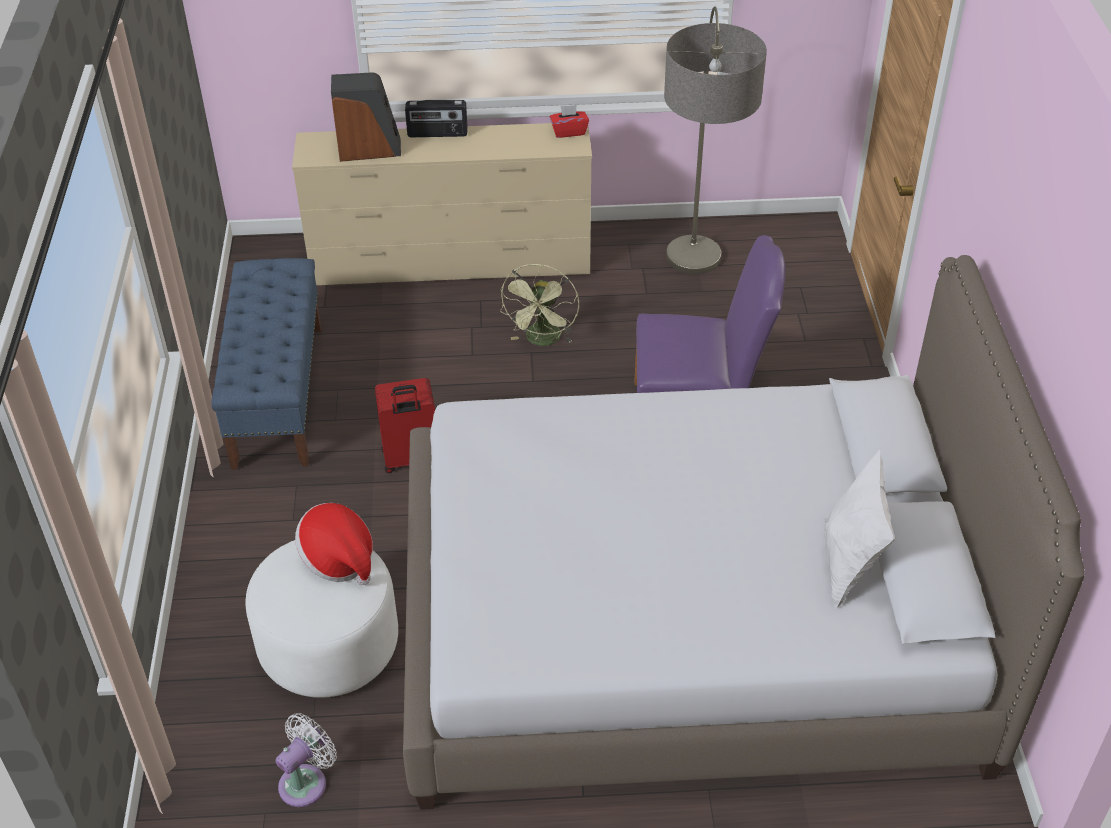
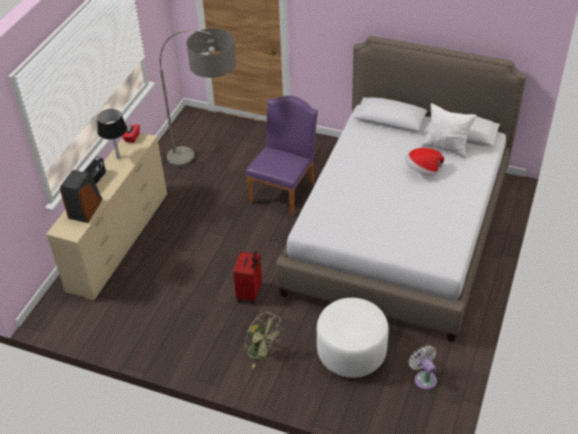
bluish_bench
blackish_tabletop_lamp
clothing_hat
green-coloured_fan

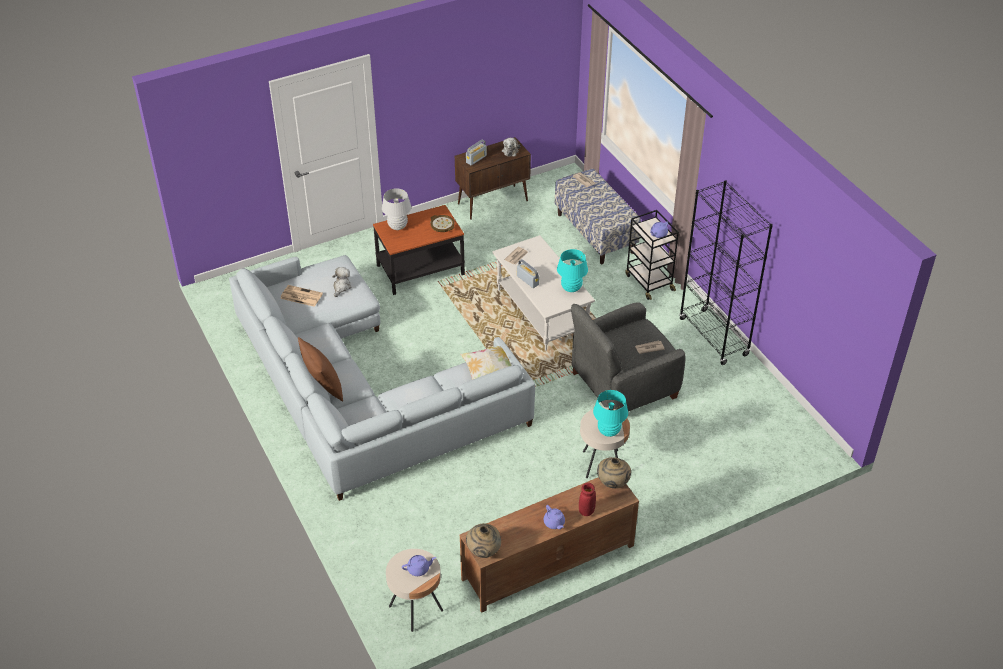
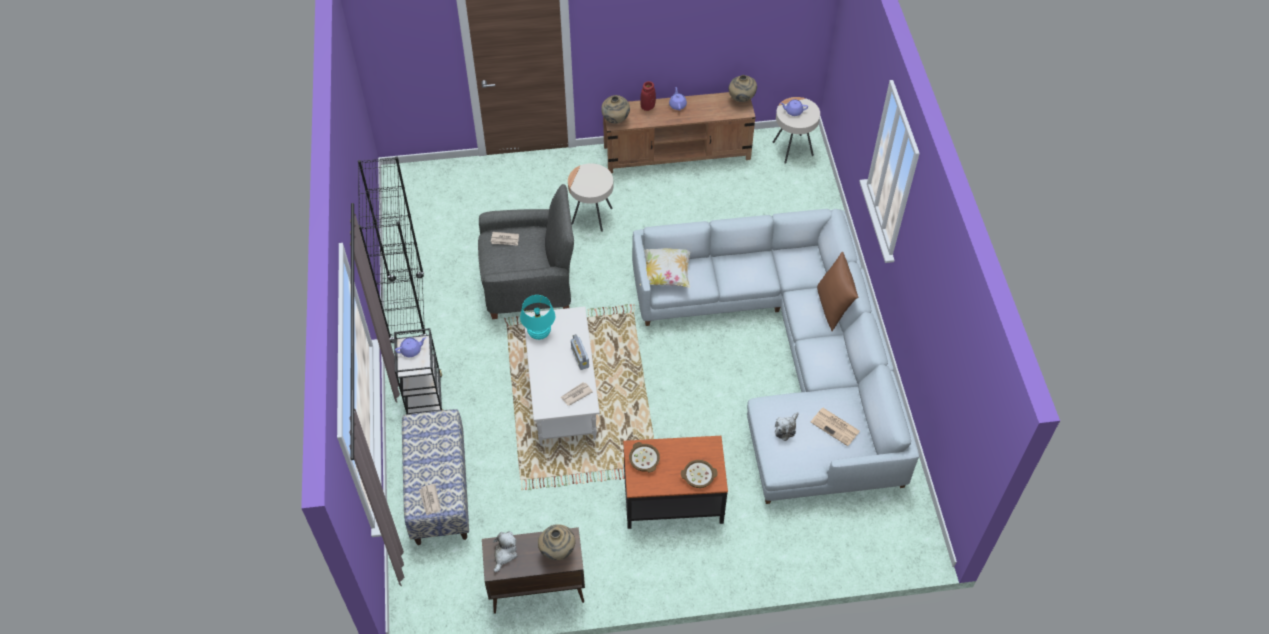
turquoise-coloured_tabletop_lamp (no. 2 from left in the first image)
serving_bowl (no. 2 from left)
sand-coloured_flower_vase (no. 1 from left)

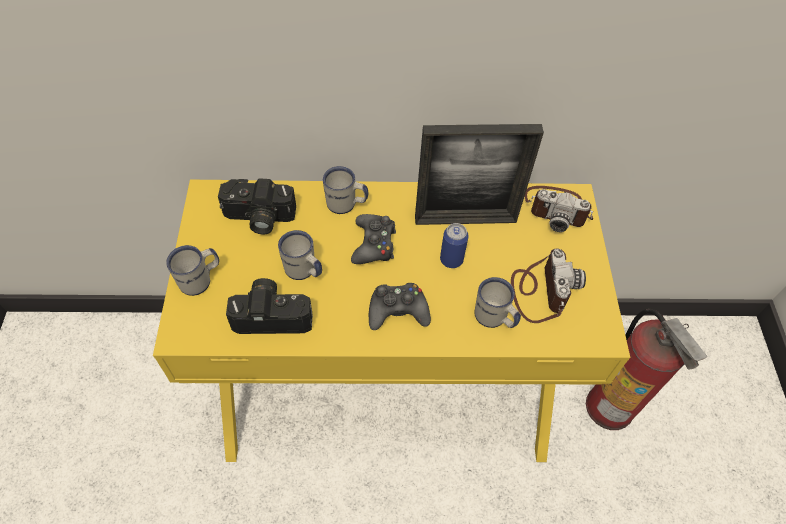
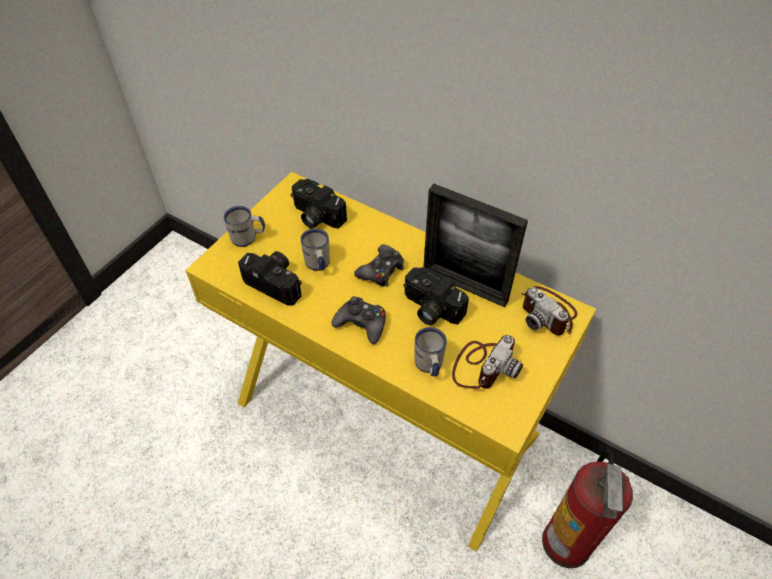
white_coffee_mug (no. 3 from left in the first image)
still_camera (no. 3 from left)

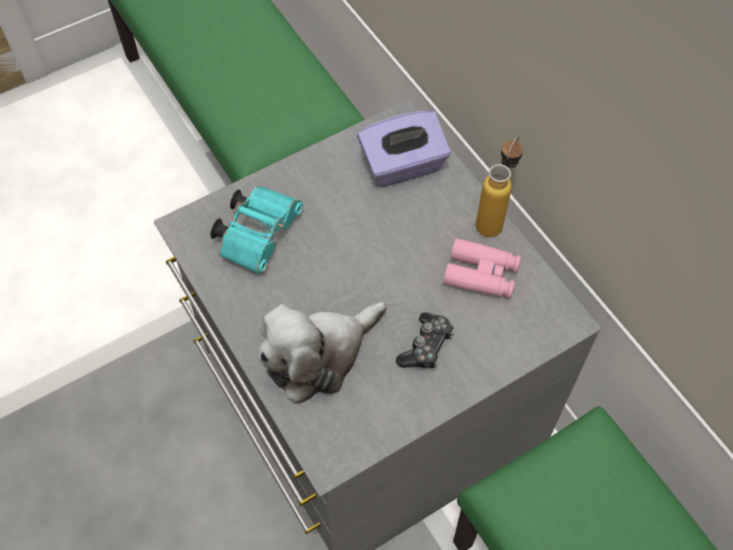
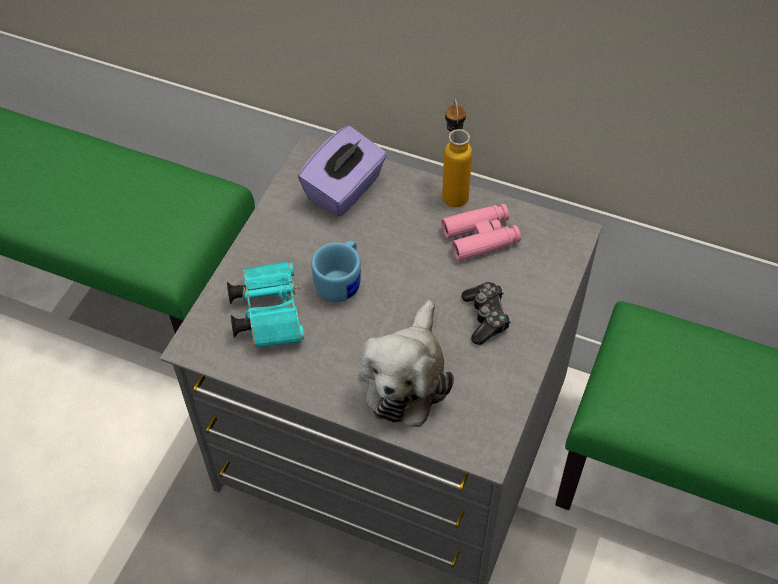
bluish_coffee_mug

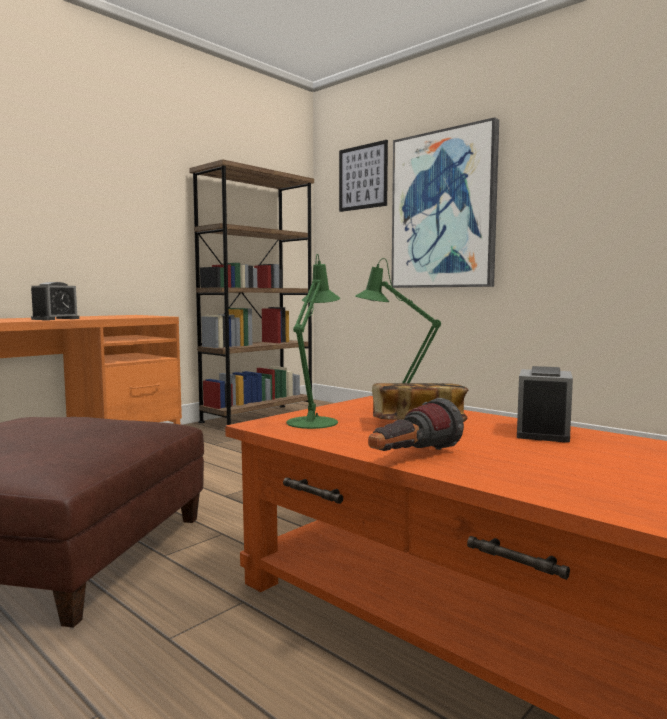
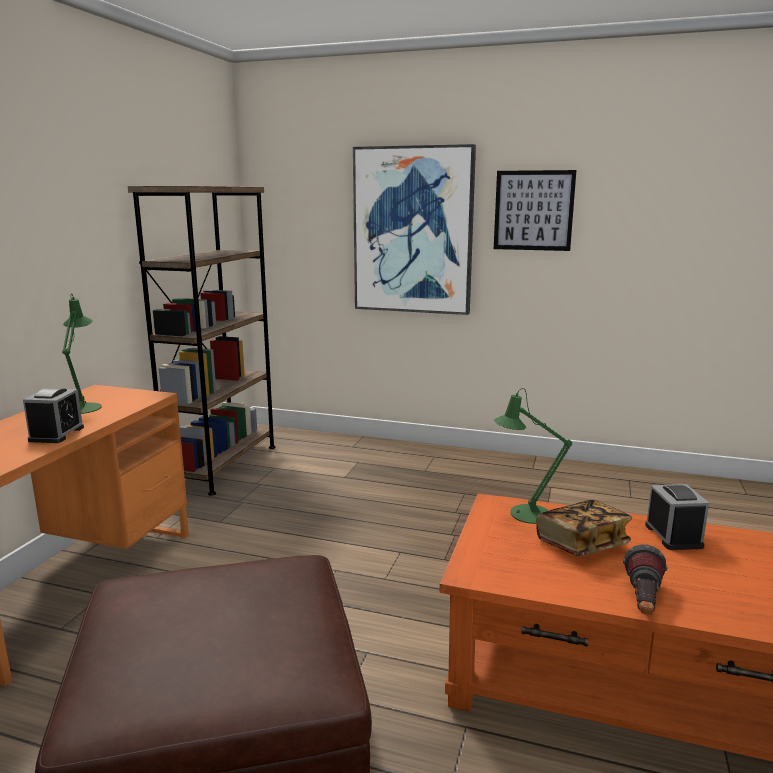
green-coloured_tabletop_lamp (no. 1 from left)
wall_picture (no. 2 from left)

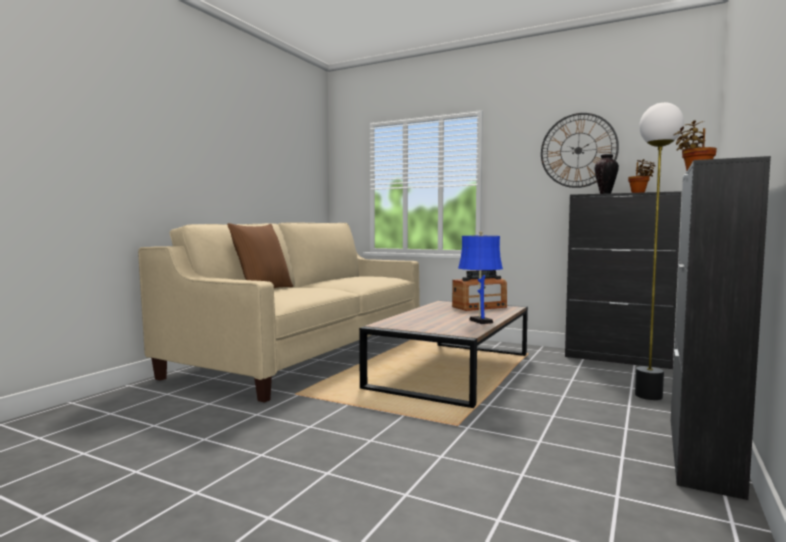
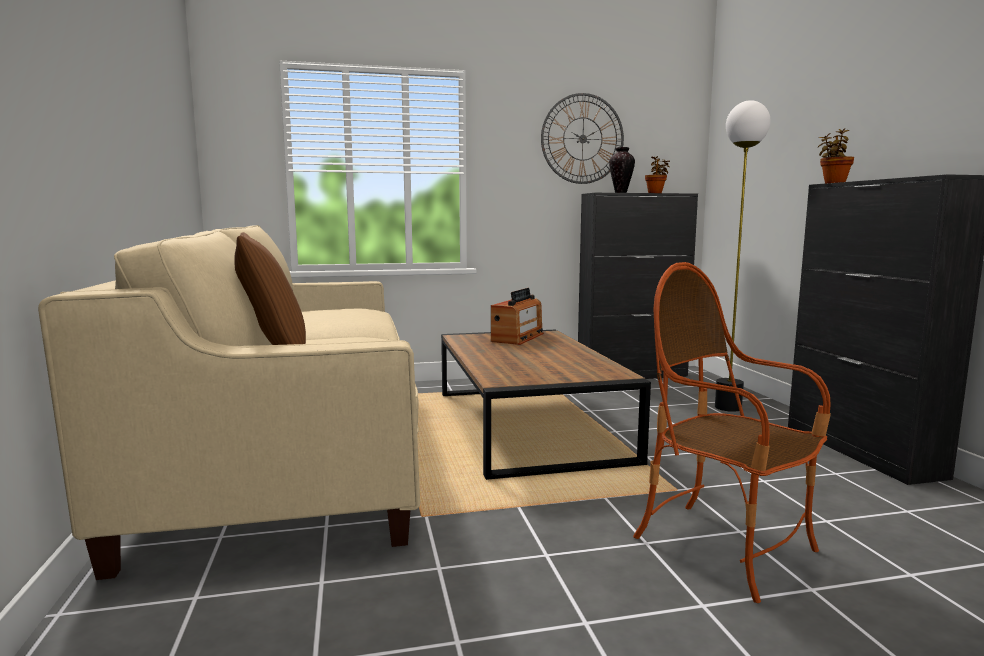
bluish_tabletop_lamp
easy_chair

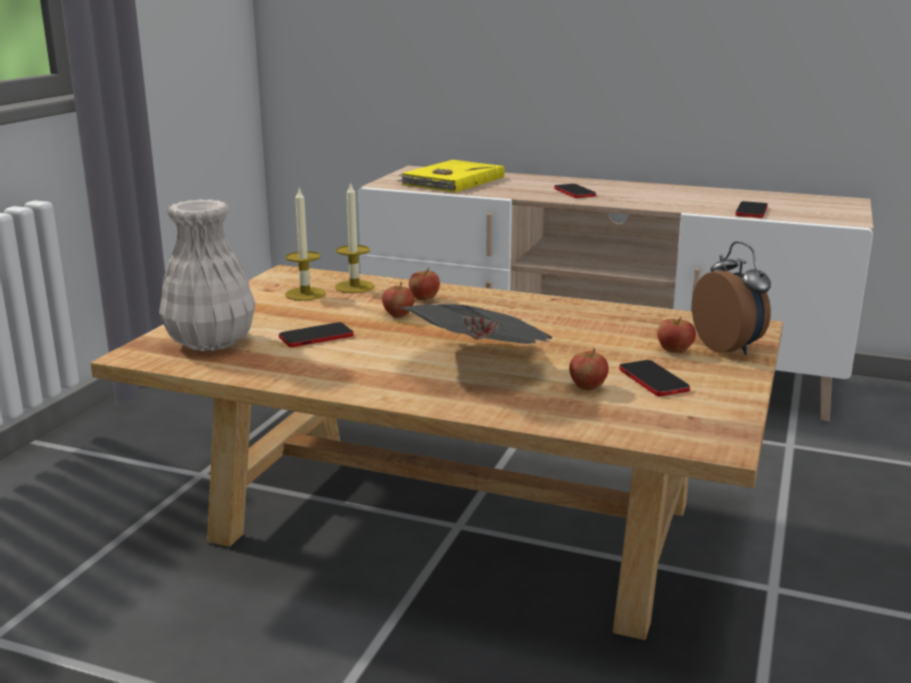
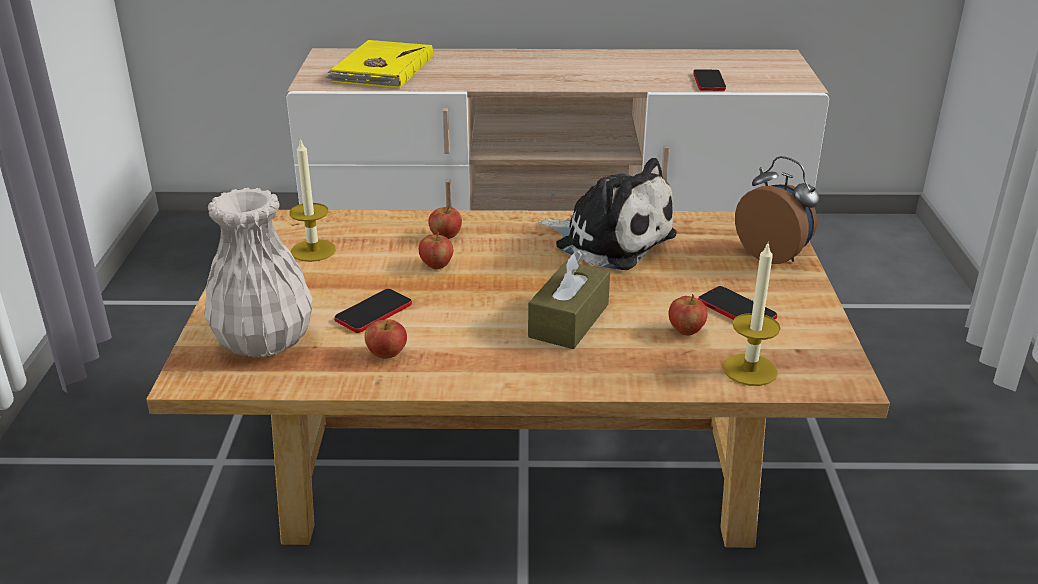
phone (no. 2 from left in the first image)
cuddly_toy
wax_candle (no. 2 from left)
apple_fruit (no. 1 from left)
brownish_box_of_tissues

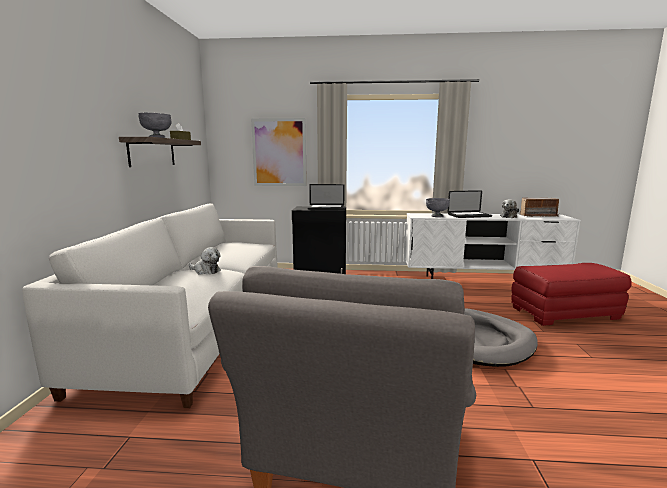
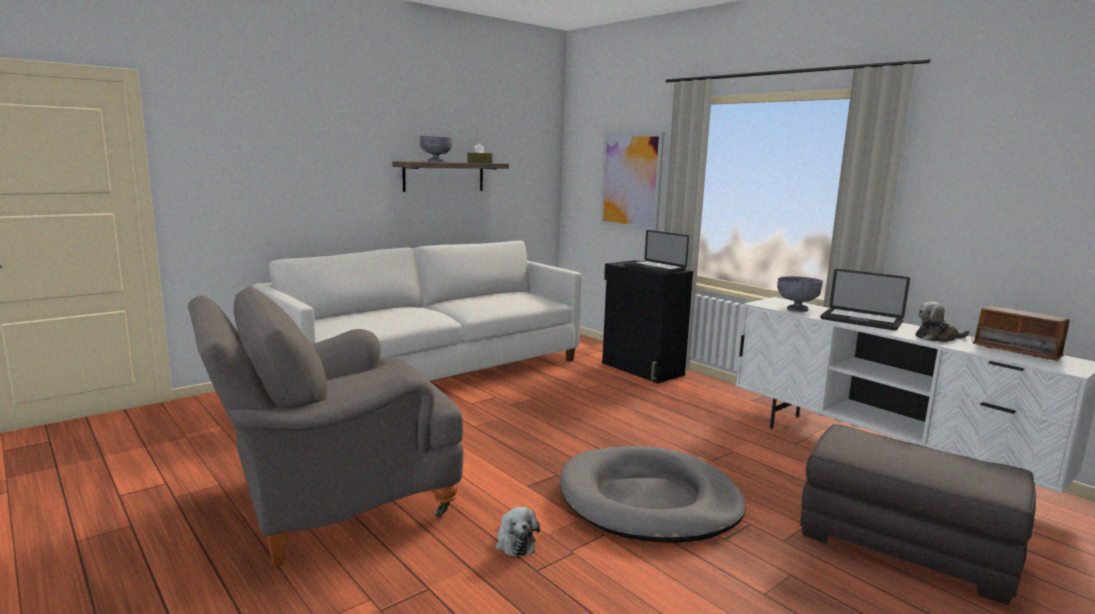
cuddly_toy (no. 1 from left)
greyish_ottoman

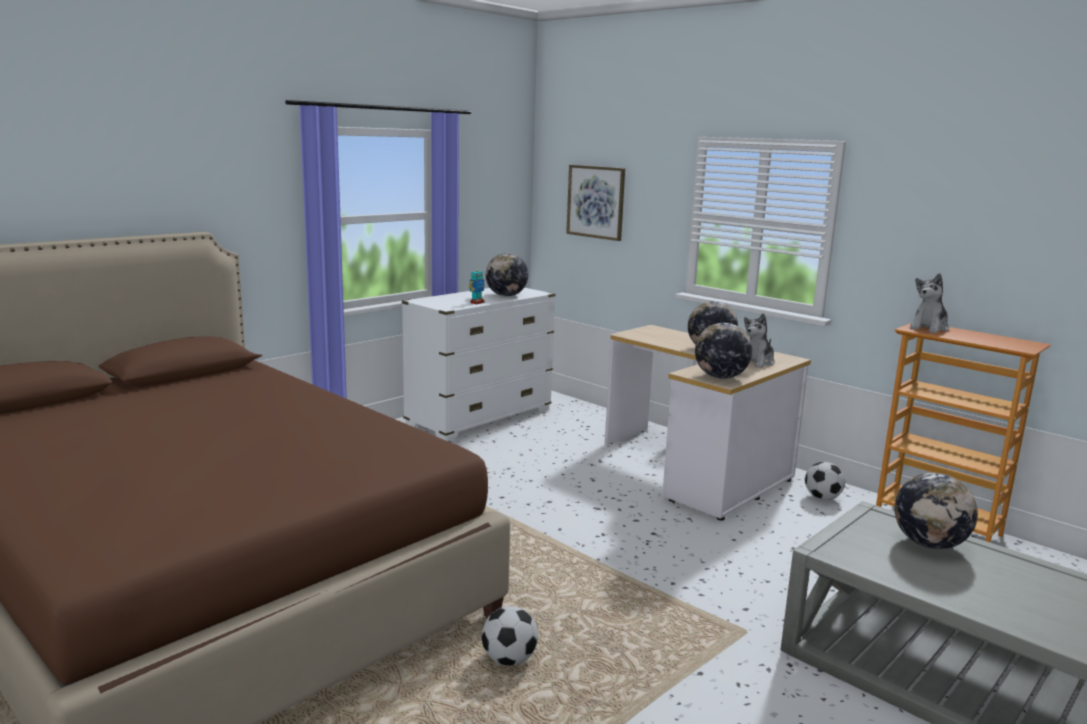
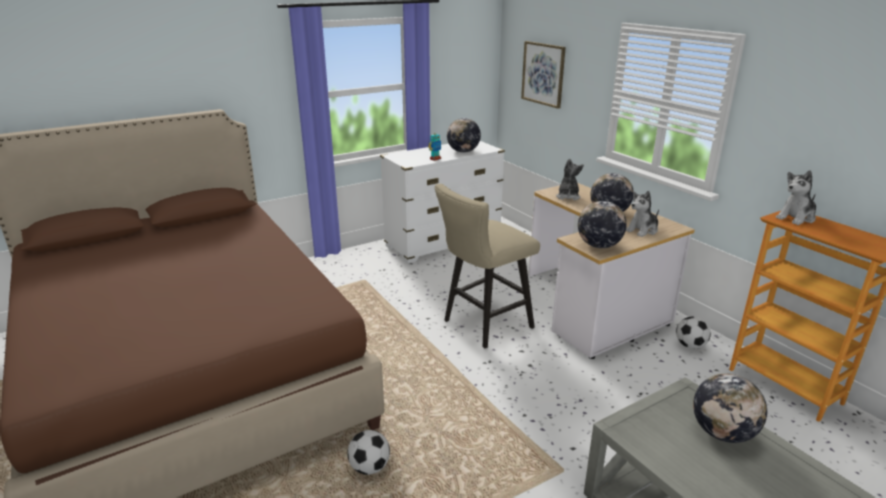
sand-coloured_stool_seat
cuddly_toy (no. 1 from left)

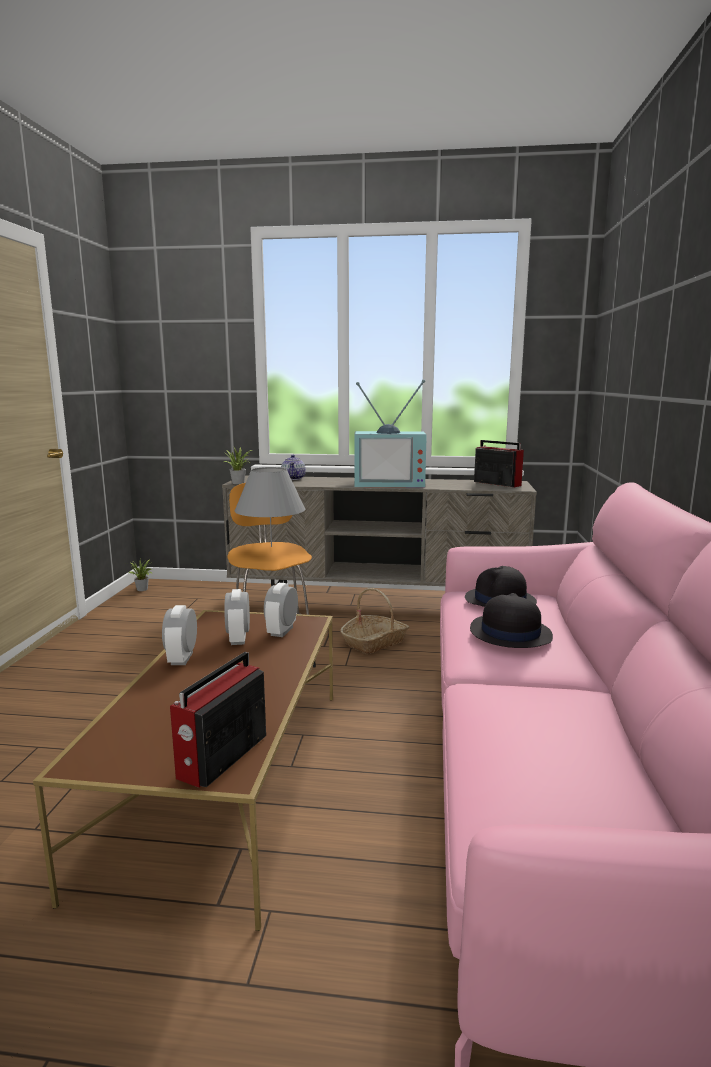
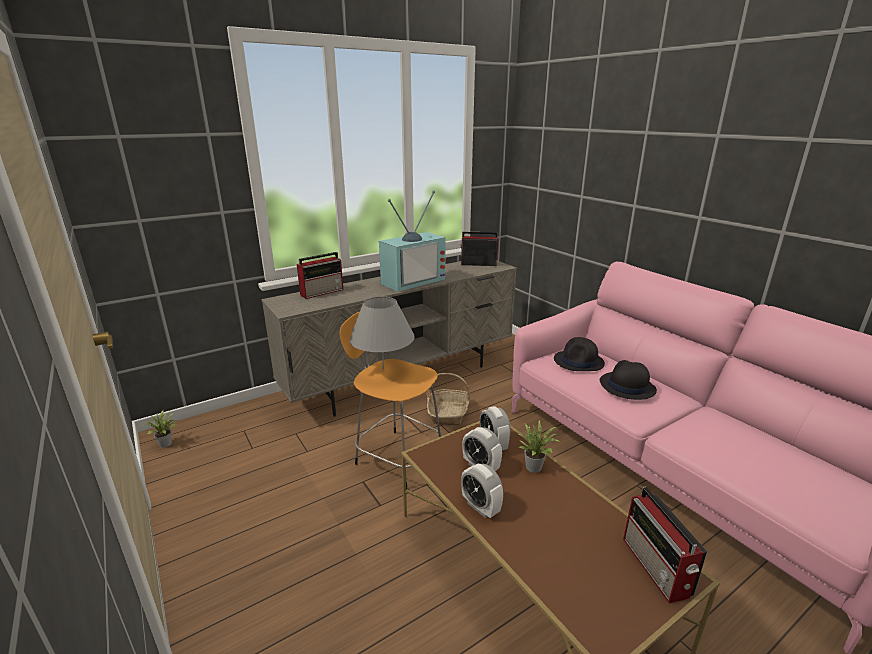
plant_in_a_pot (no. 2 from left)
radio (no. 1 from left)

